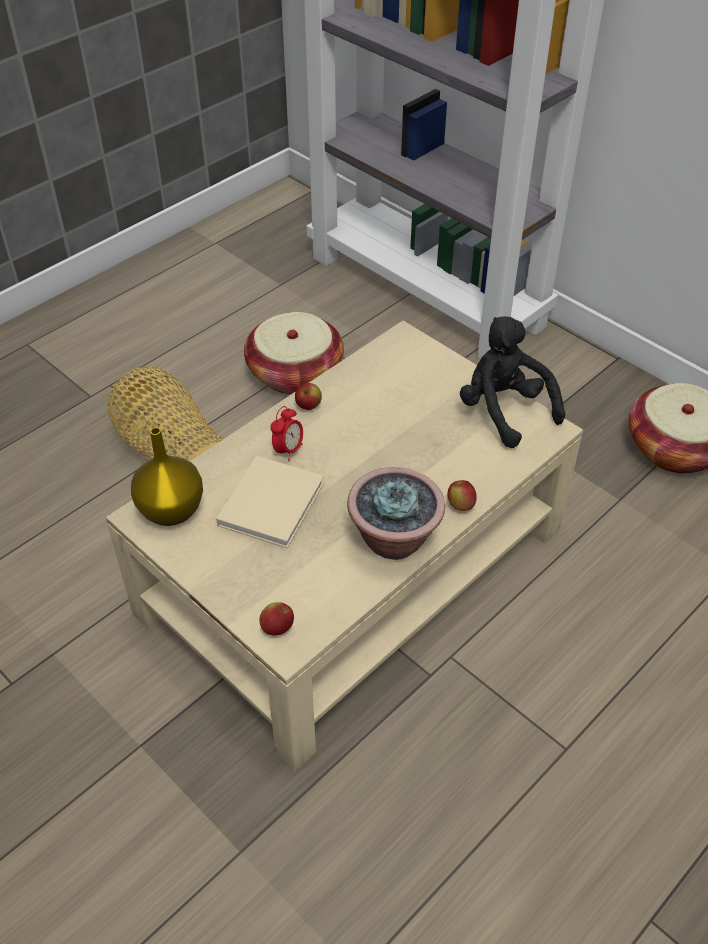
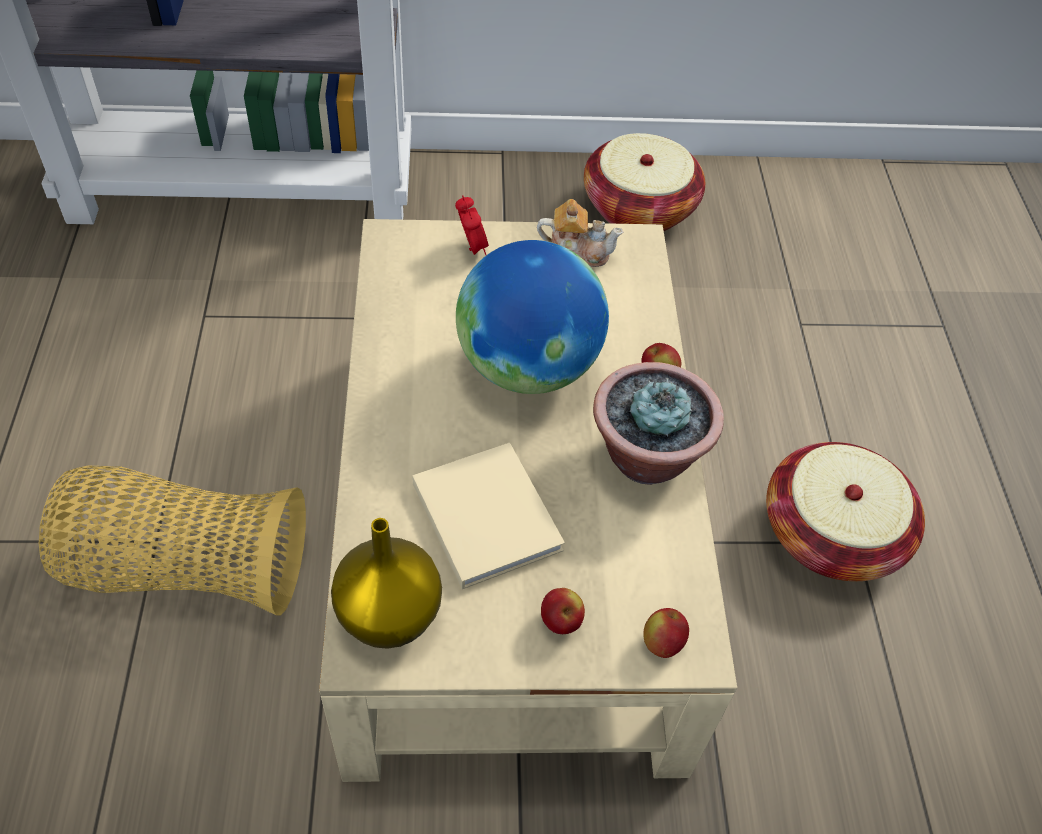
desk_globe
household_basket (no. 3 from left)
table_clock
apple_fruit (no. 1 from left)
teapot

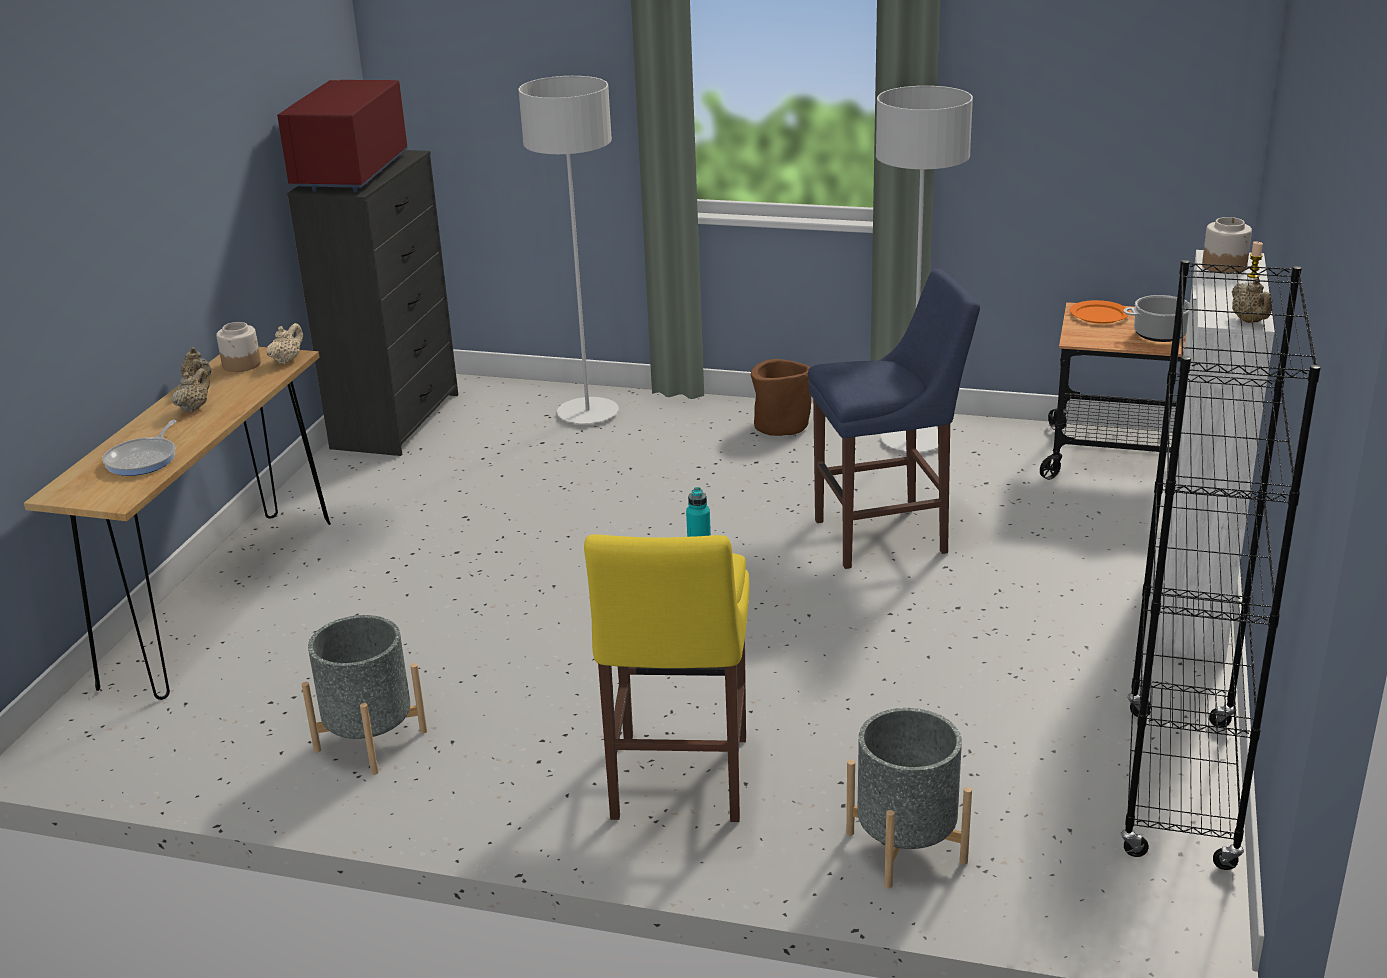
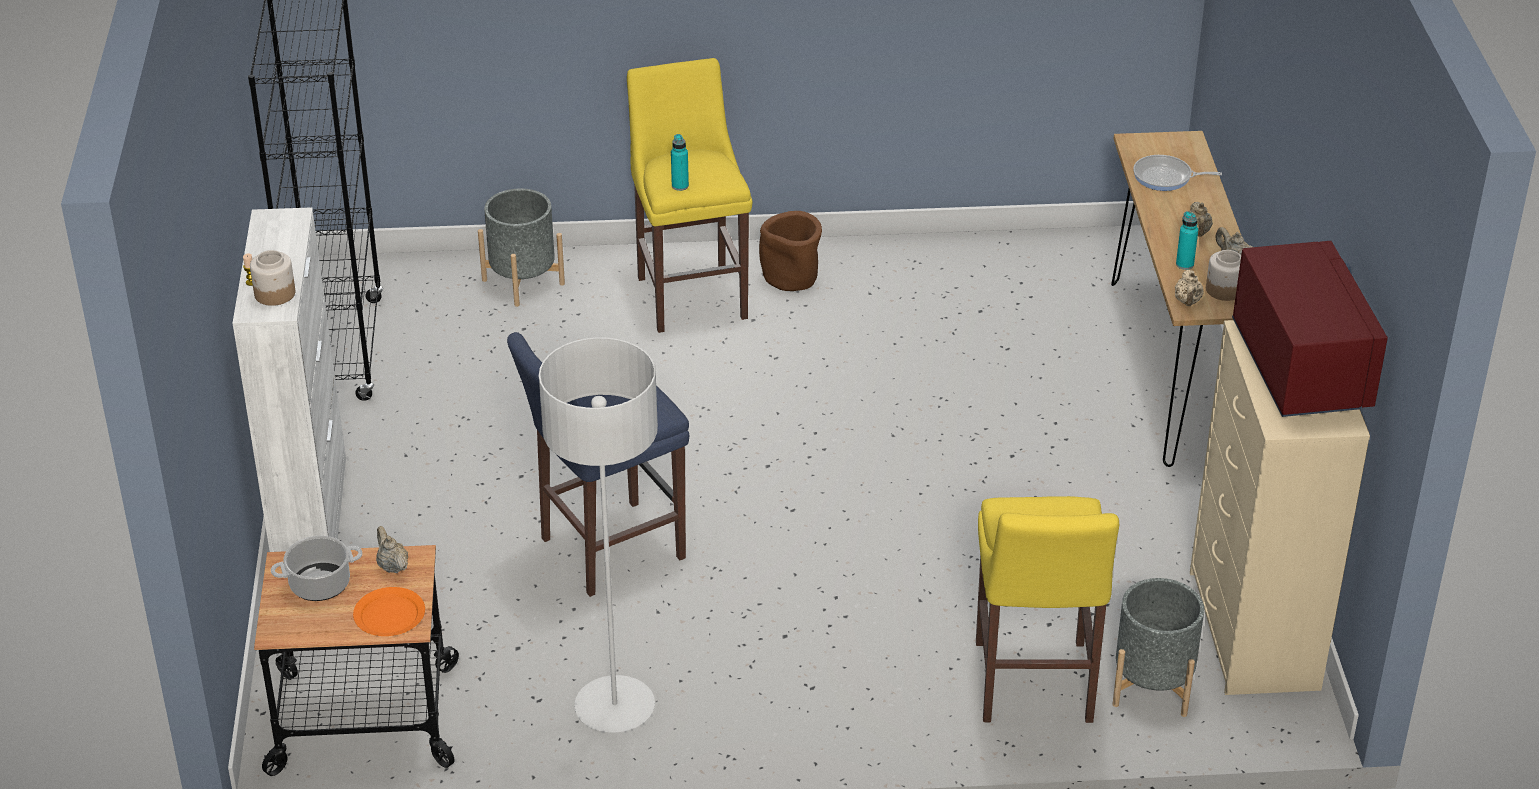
turquoise-coloured_drink_bottle (no. 2 from left)
greyish_plant_pot (no. 2 from left)
brownish_plant_pot
sand-coloured_teapot (no. 1 from left)
yellowish_stool_seat (no. 2 from left)
sand-coloured_chest_of_drawers
skillet

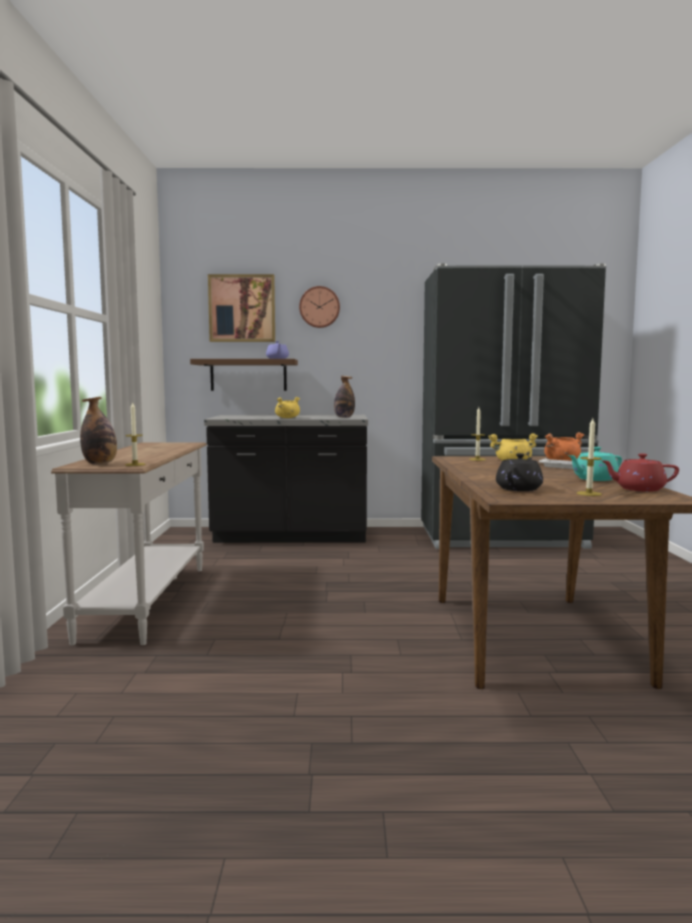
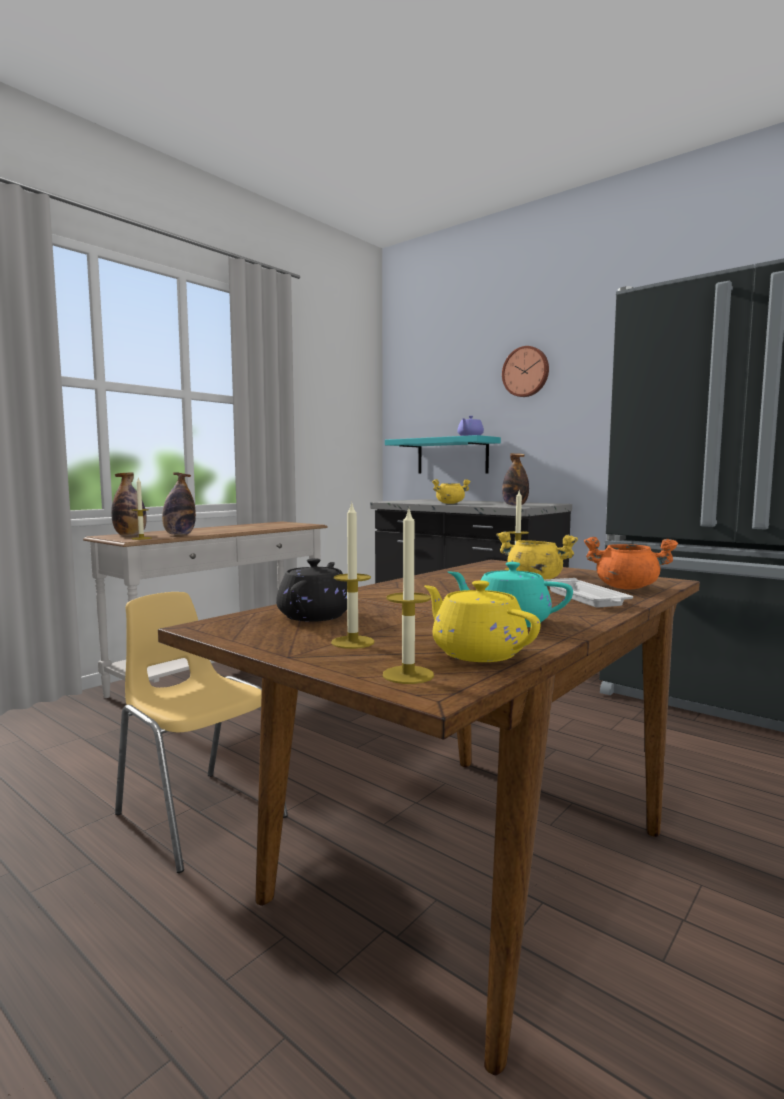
wall_picture
yellowish_upright_chair
drink_bottle (no. 2 from left)
wax_candle (no. 3 from left)
turquoise-coloured_wall_shelf
yellowish_teapot
blackish_teapot

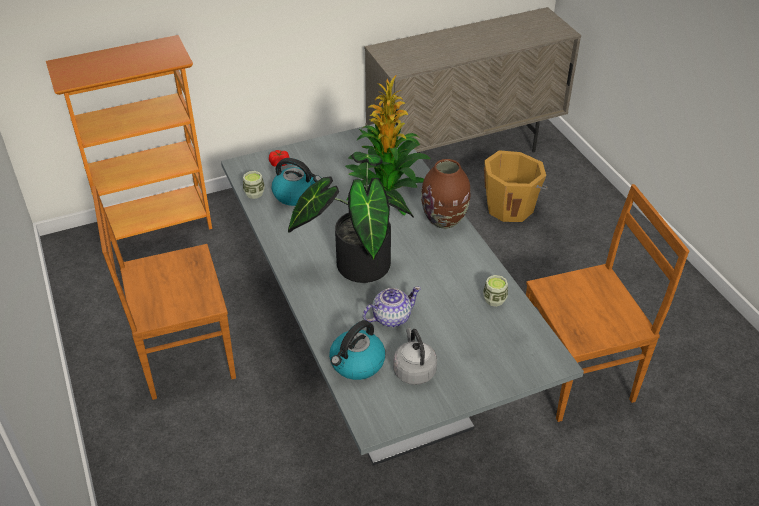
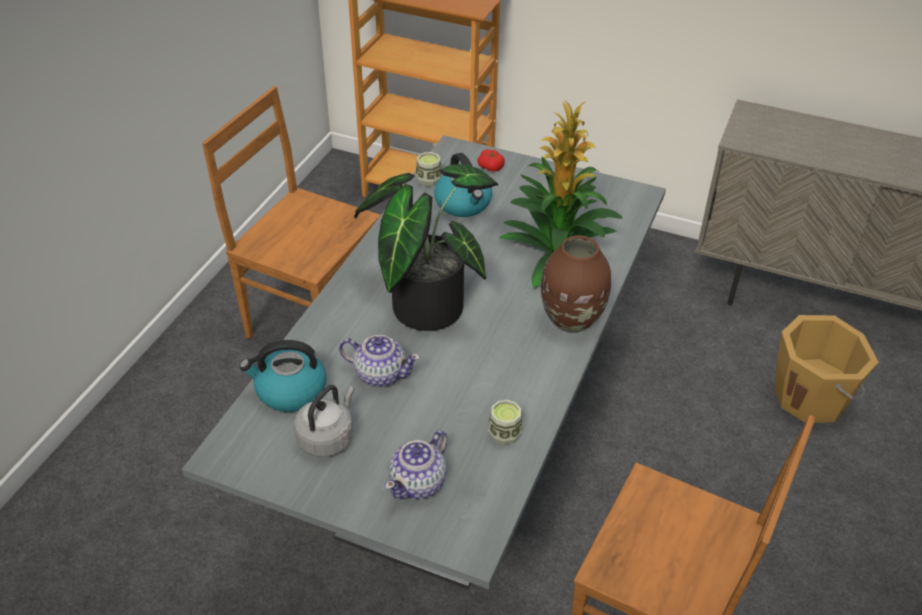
teapot (no. 2 from left)

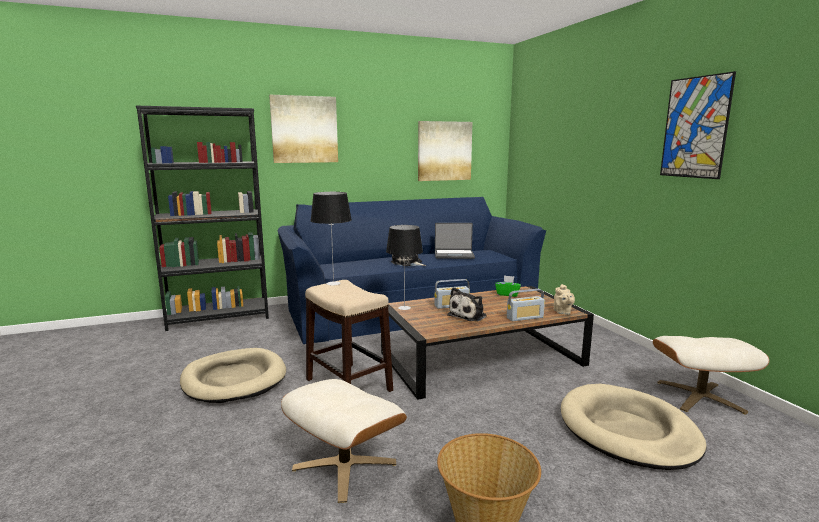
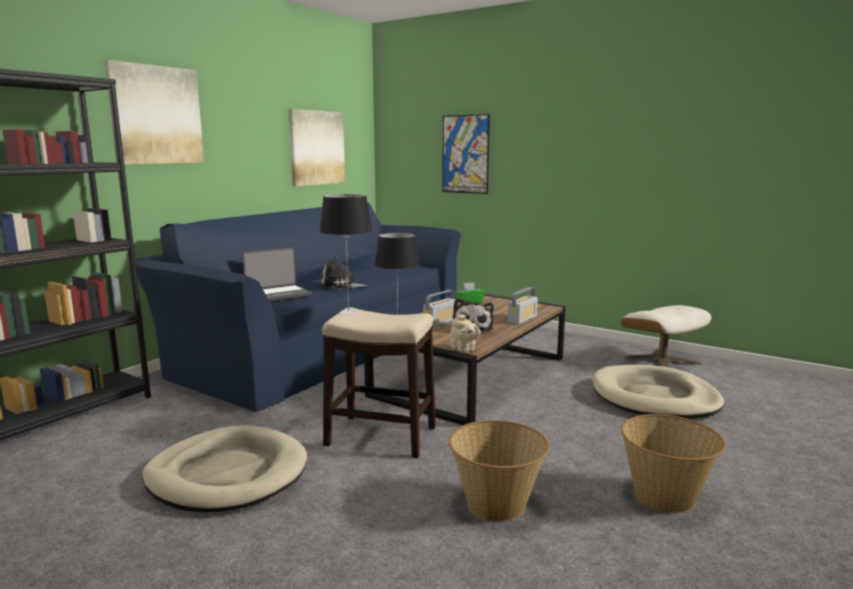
portable_computer
sand-coloured_teapot
wall_picture (no. 3 from left)
household_basket (no. 1 from left)

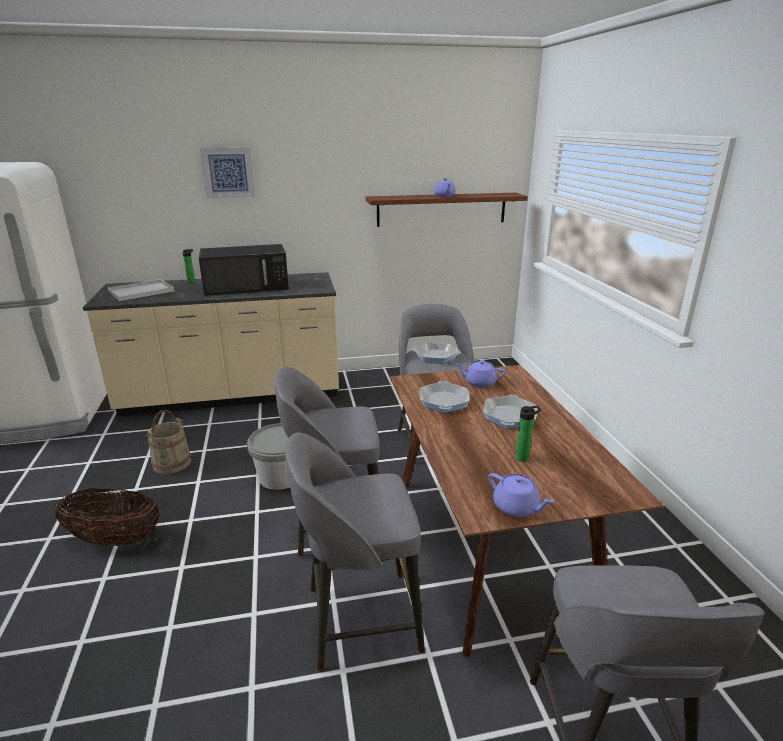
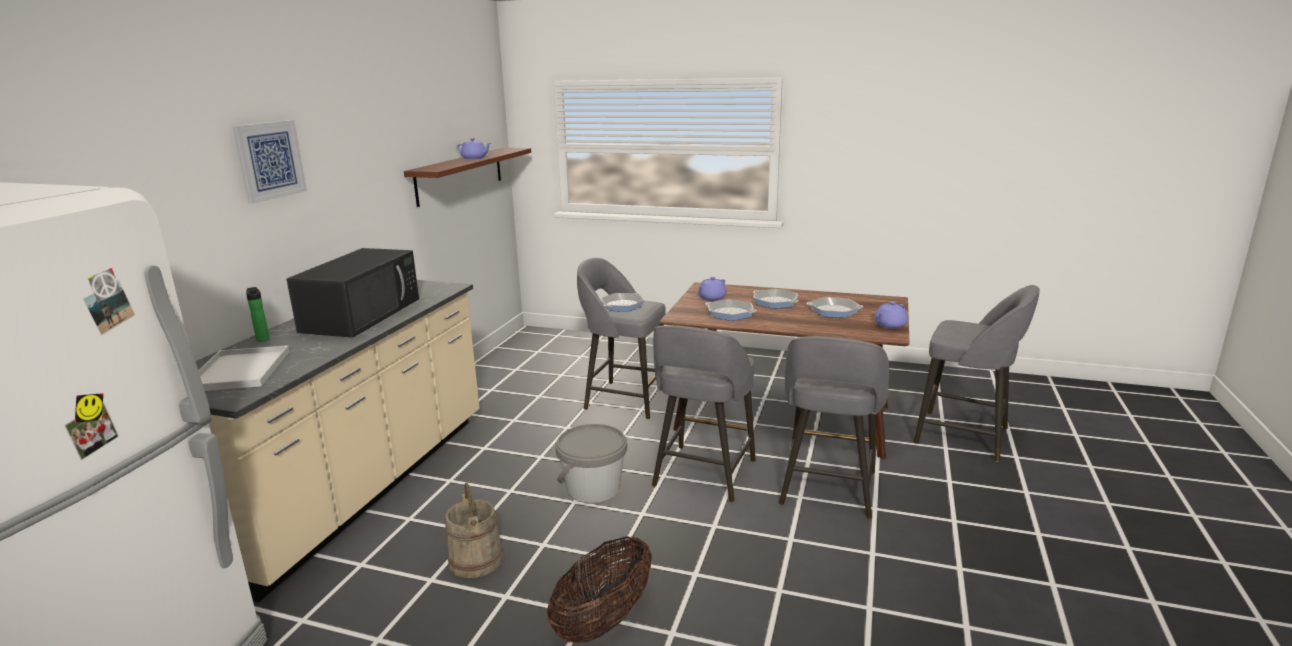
skillet (no. 4 from left)
purple-coloured_teapot (no. 3 from left)

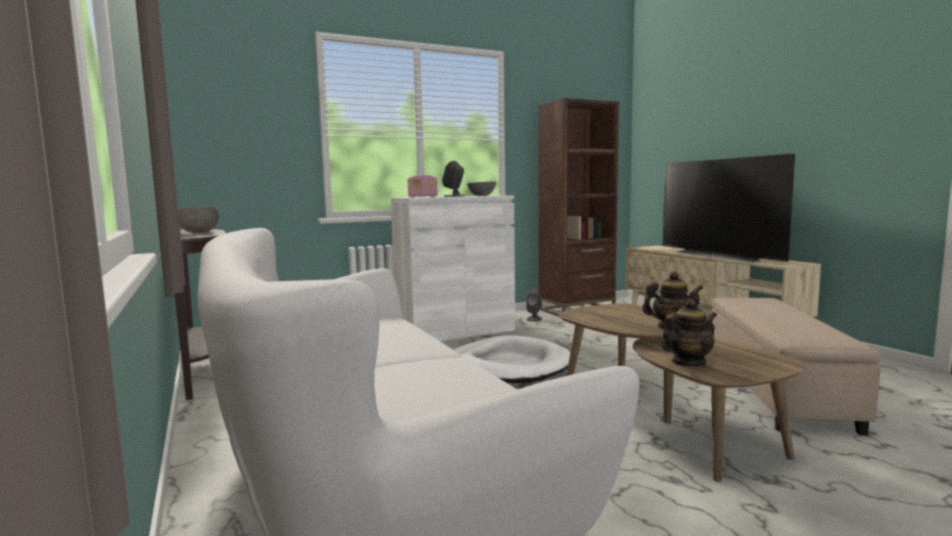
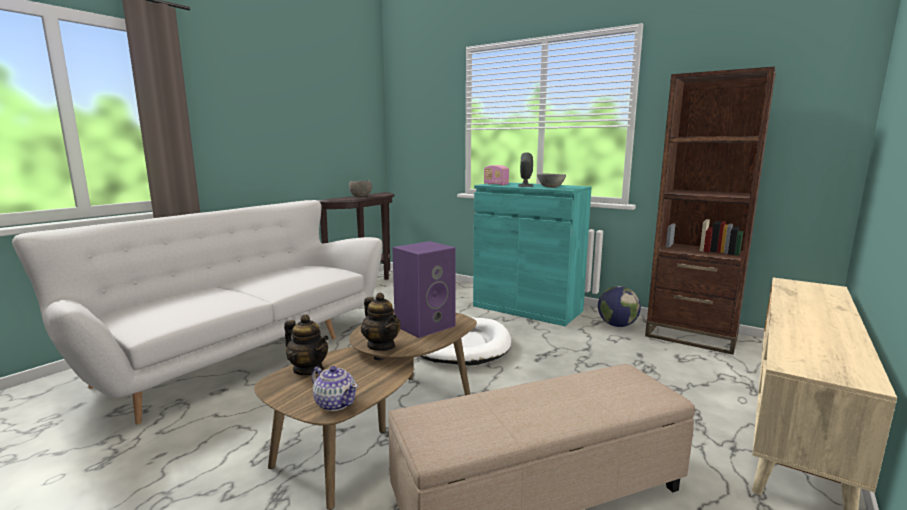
television
teapot (no. 2 from left)
purple-coloured_loudspeaker
desk_globe
turquoise-coloured_cupboard

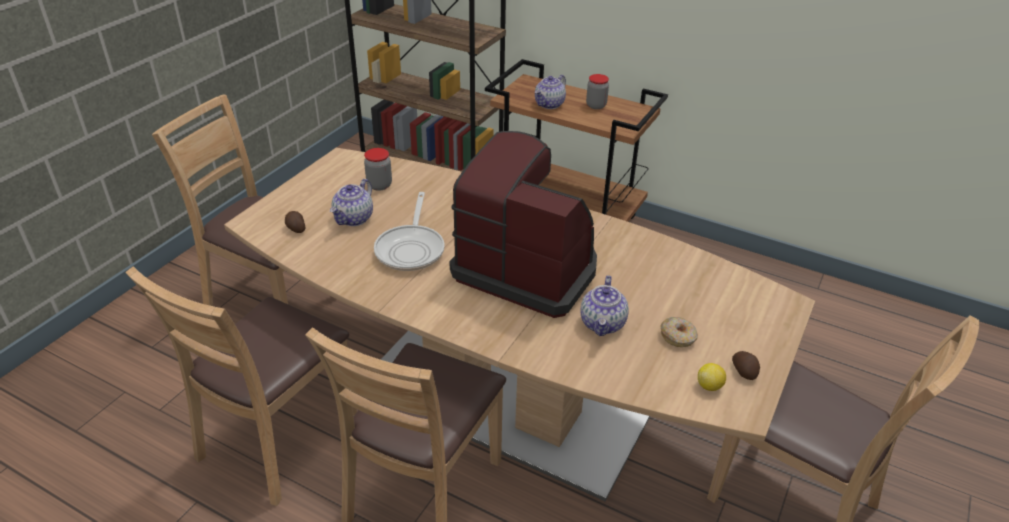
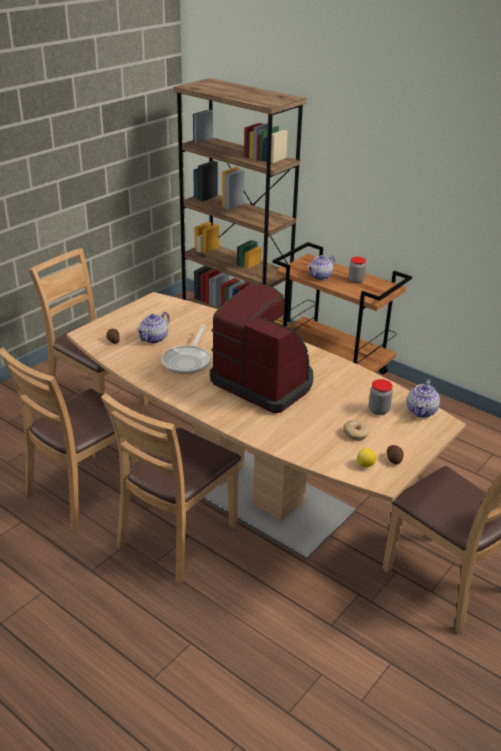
jar (no. 2 from left)
teapot (no. 3 from left)

